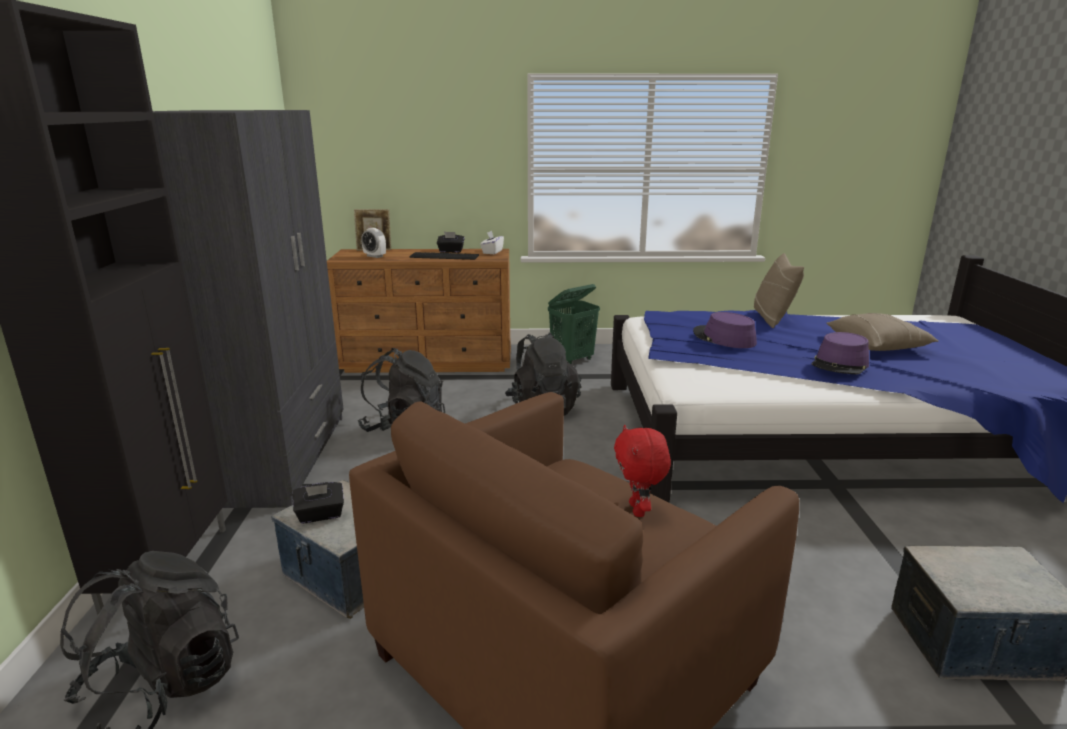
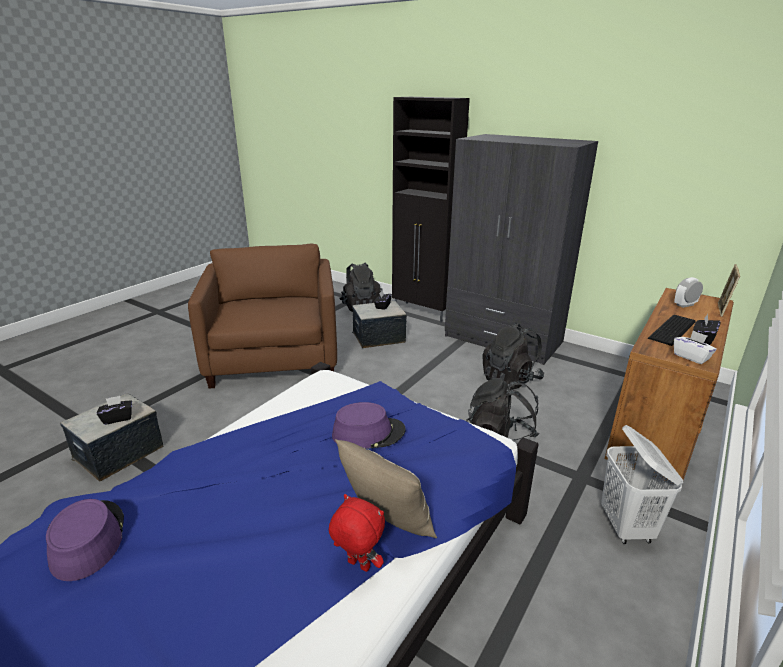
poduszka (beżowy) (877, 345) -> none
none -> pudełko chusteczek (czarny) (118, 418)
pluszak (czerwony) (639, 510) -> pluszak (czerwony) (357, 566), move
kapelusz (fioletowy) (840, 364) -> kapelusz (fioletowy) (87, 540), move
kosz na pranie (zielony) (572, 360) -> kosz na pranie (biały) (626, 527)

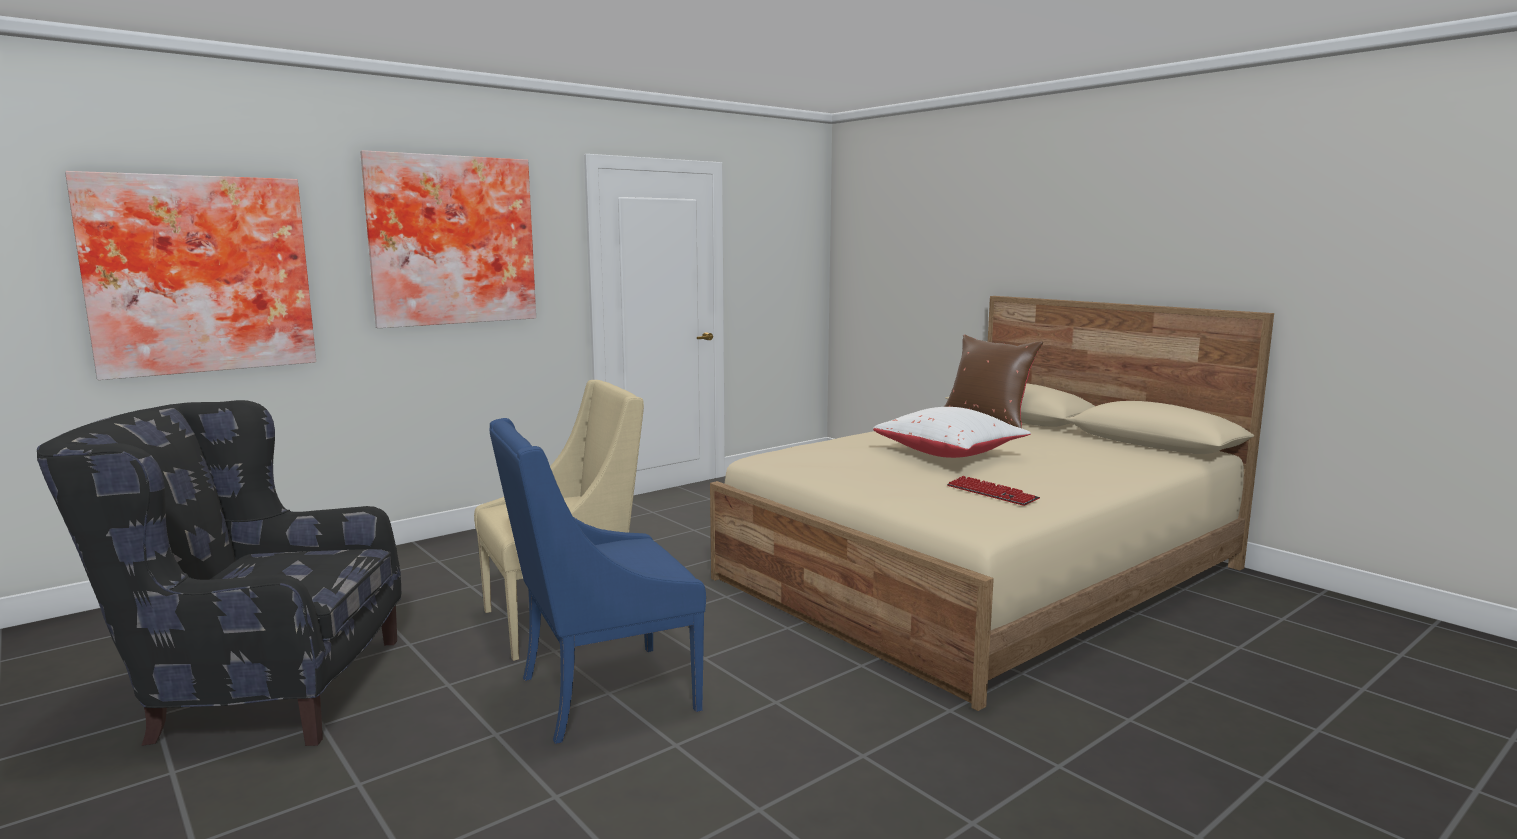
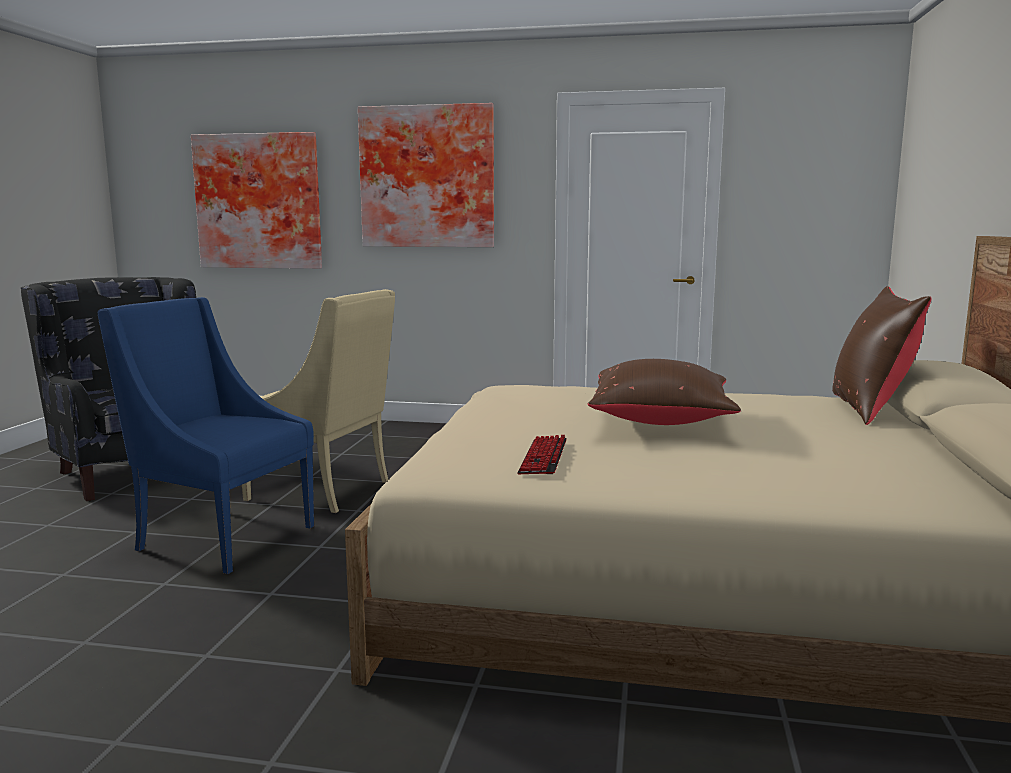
poduszka (biały) (950, 454) -> poduszka (brązowy) (661, 421)

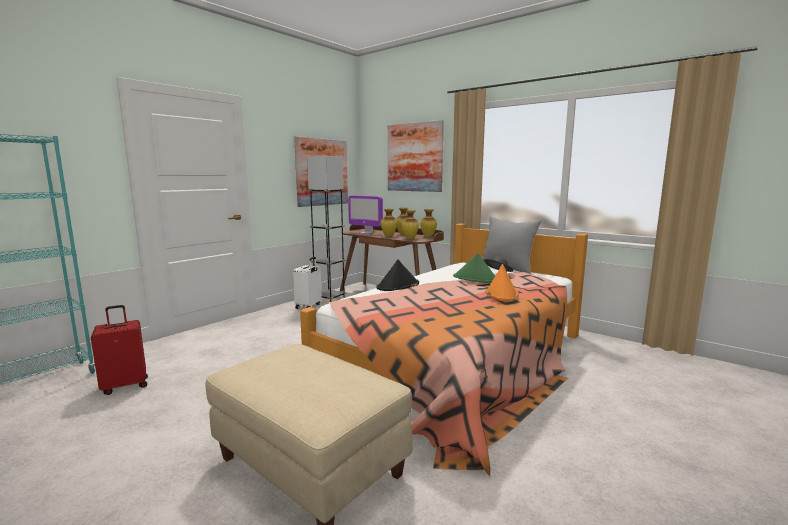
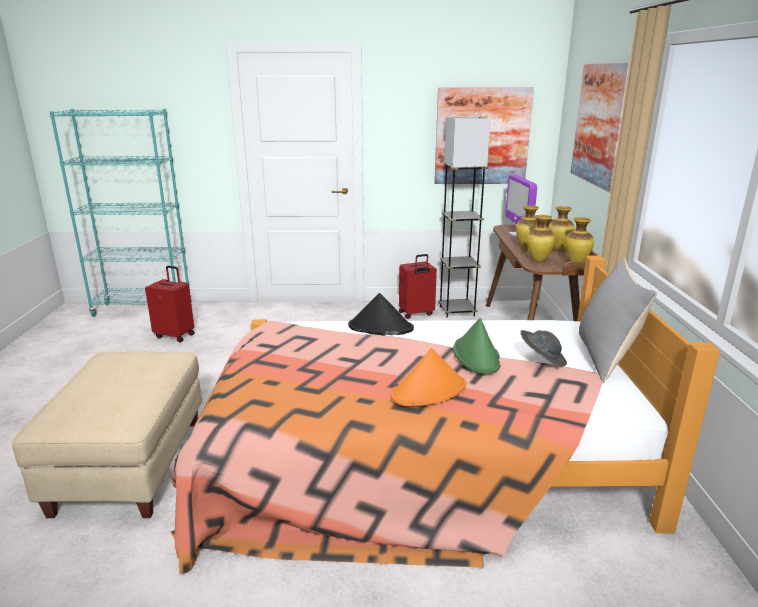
walizka (biały) (309, 306) -> walizka (czerwony) (416, 314)

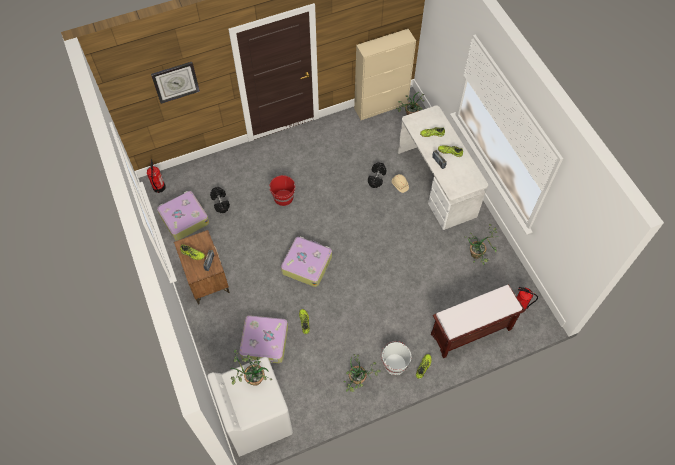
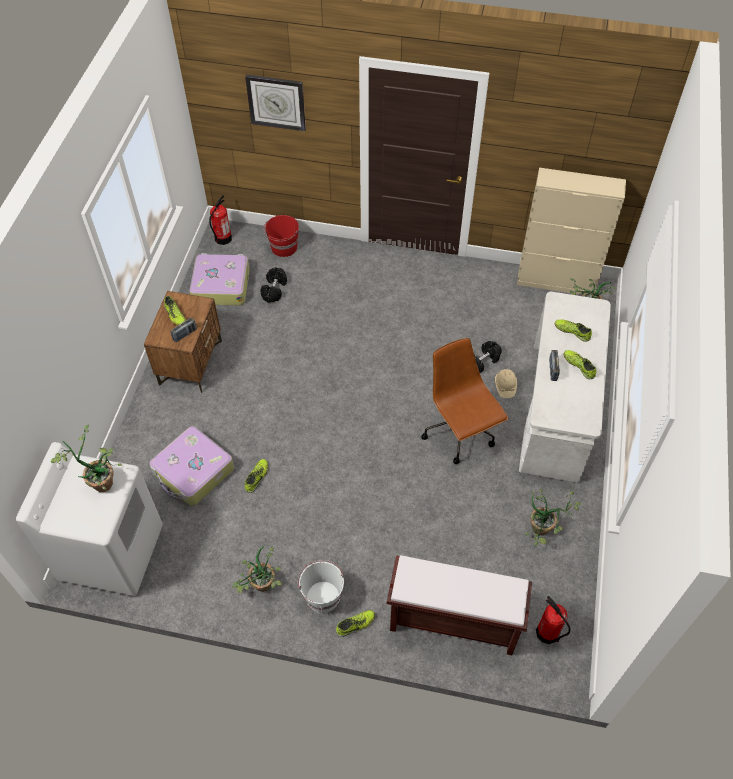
walizka (306, 264) -> none
none -> krzesło biurowe (brązowy) (460, 433)
wiadro (czerwony) (283, 198) -> wiadro (czerwony) (284, 247), move

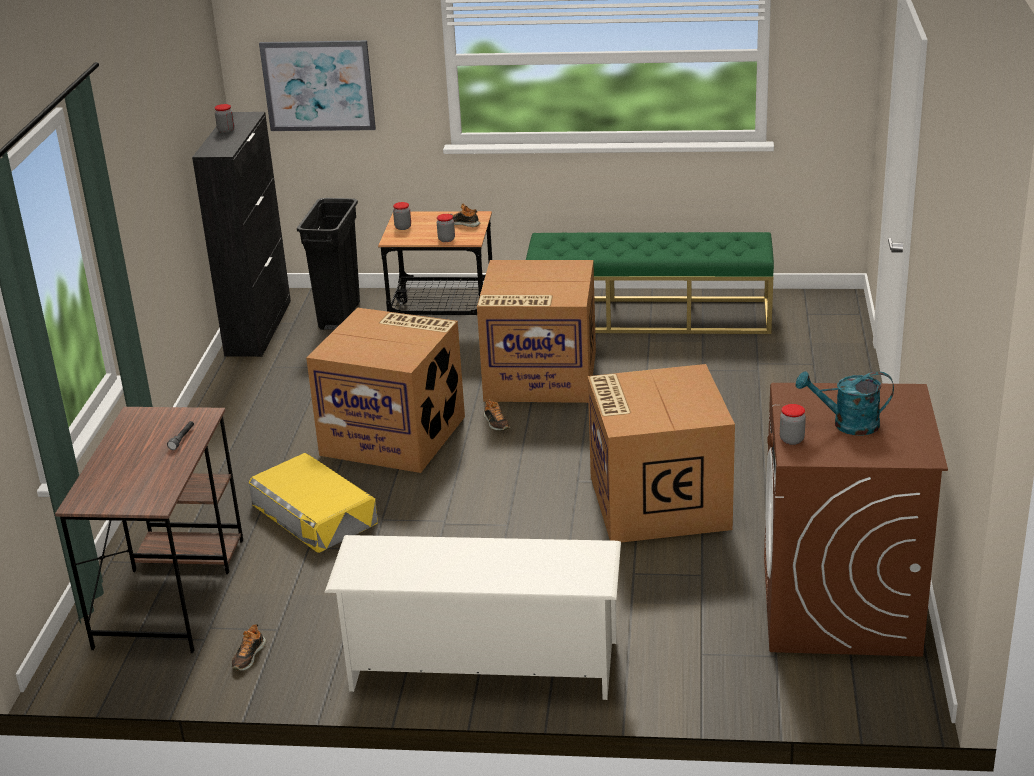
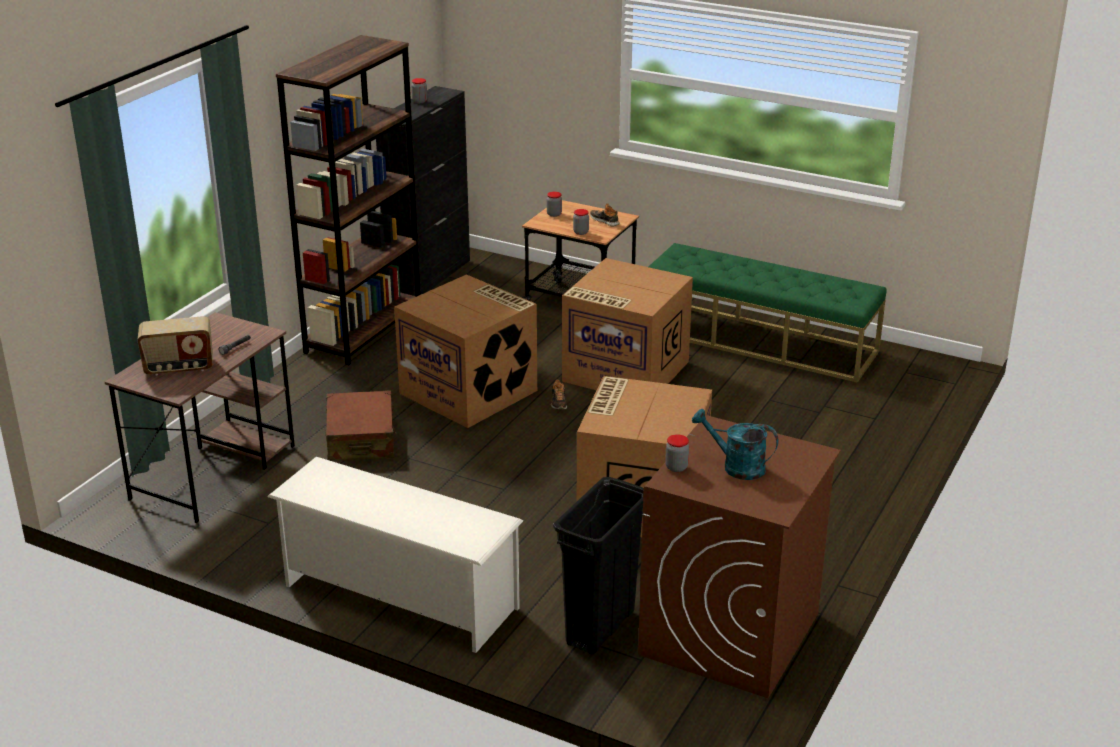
but (248, 656) -> none
obraz (318, 85) -> none
none -> radio (179, 367)
none -> regał (brązowy) (364, 331)
kosz na śmieci (czarny) (339, 316) -> kosz na śmieci (czarny) (600, 628), move
pojemnik do przechowywania (żółty) (313, 513) -> walizka (brązowy) (361, 439)

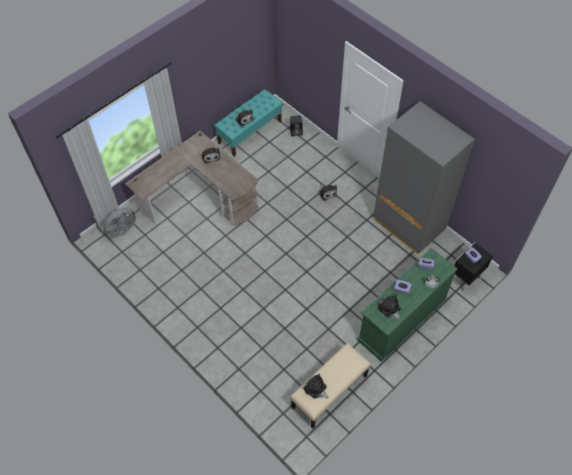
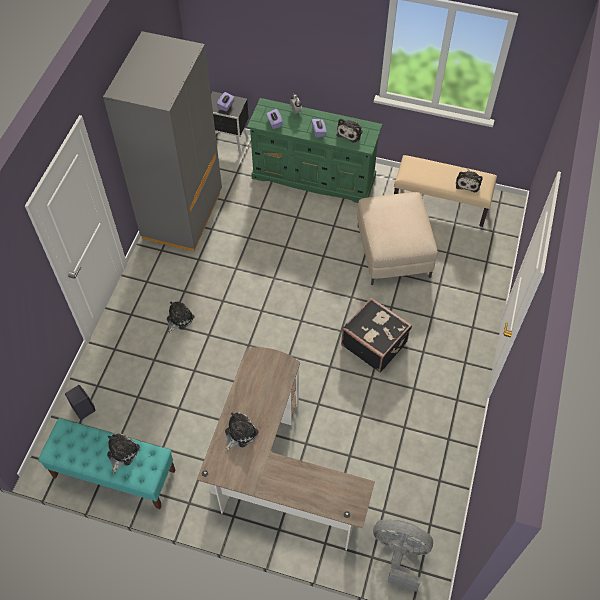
none -> walizka (czarny) (374, 343)
none -> pufa (beżowy) (393, 251)

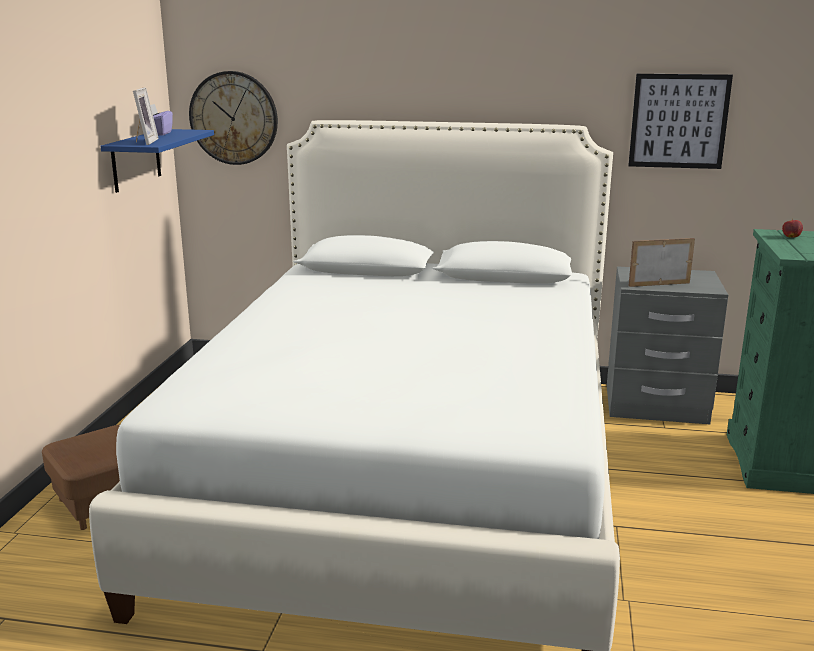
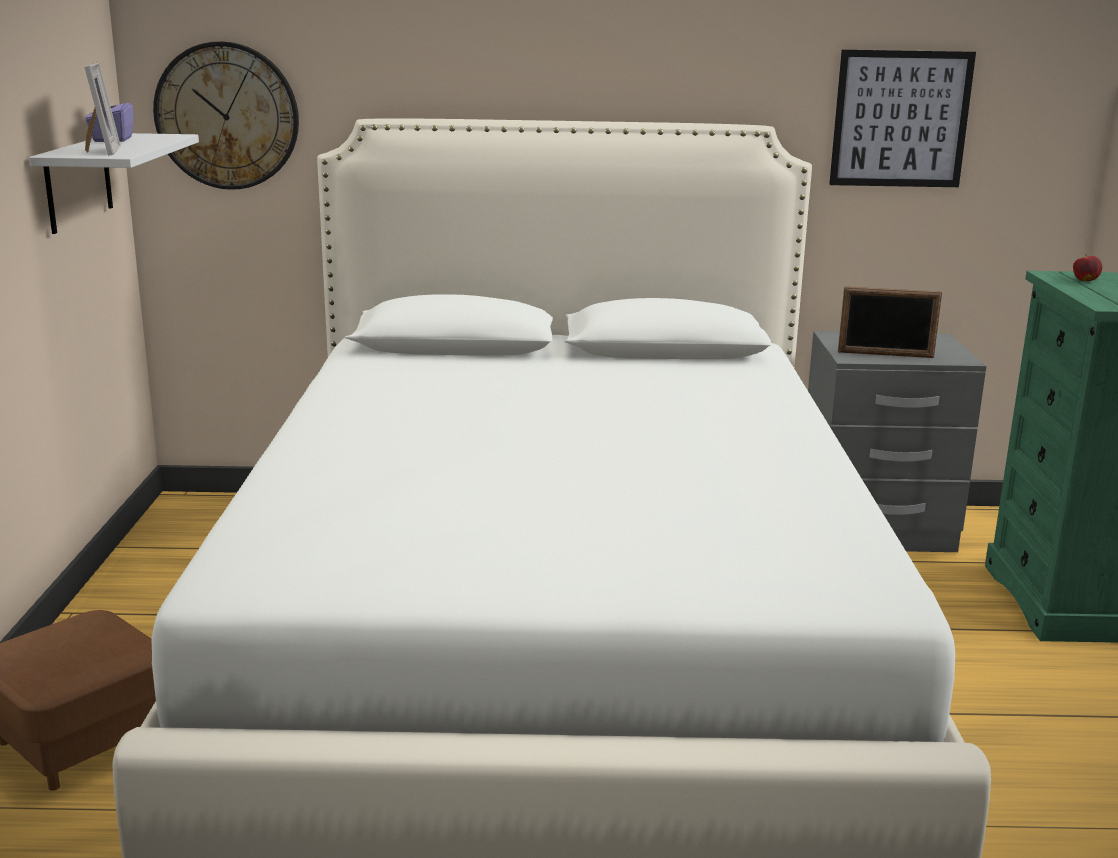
półka (niebieski) (136, 160) -> półka (biały) (78, 182)
ramka na zdjęcie (659, 284) -> ramka na zdjęcie (885, 354), 150 degrees counterclockwise

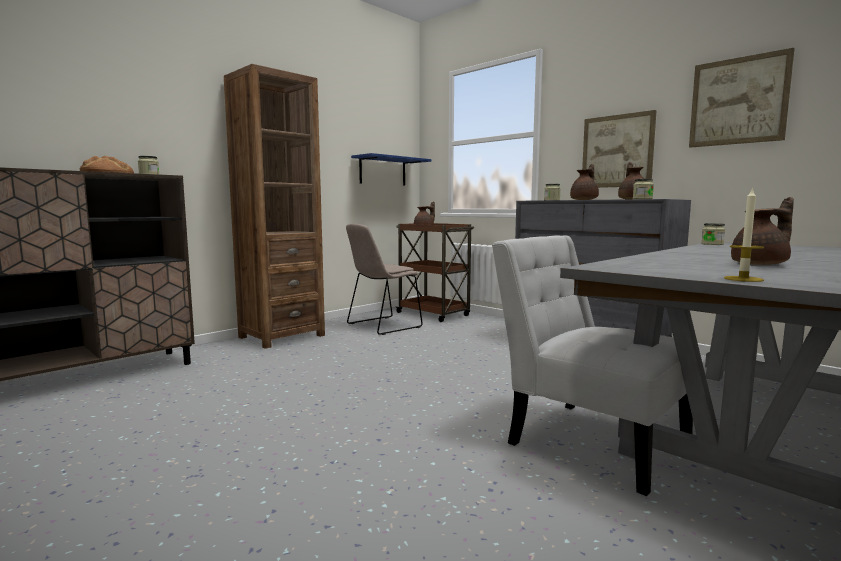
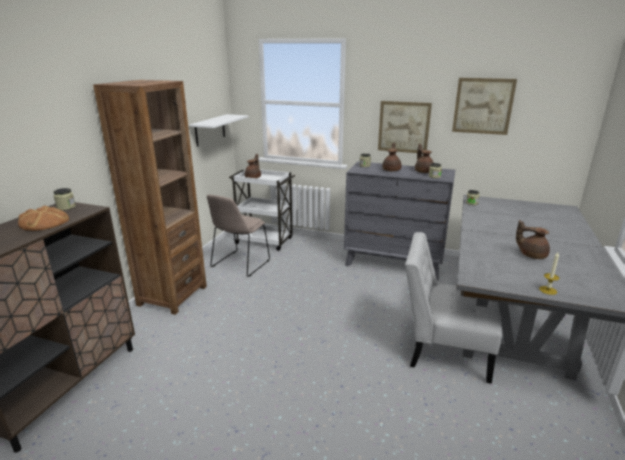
półka (niebieski) (382, 171) -> półka (biały) (210, 130)
wózek (brązowy) (434, 314) -> wózek (biały) (265, 241)
imbryk (brązowy) (761, 264) -> imbryk (brązowy) (531, 255), 105 degrees counterclockwise

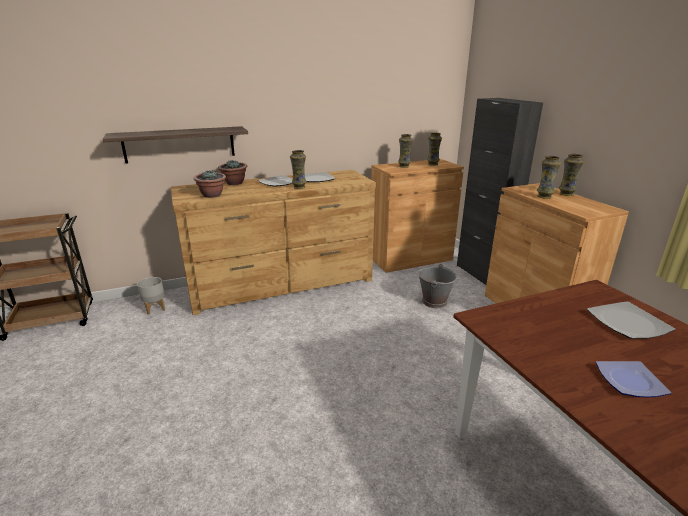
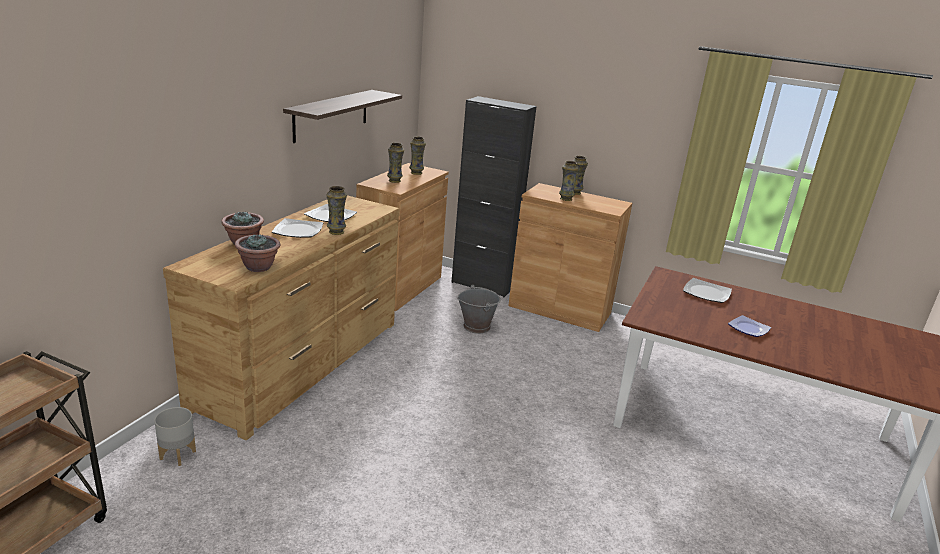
półka (179, 144) -> półka (331, 115), move

